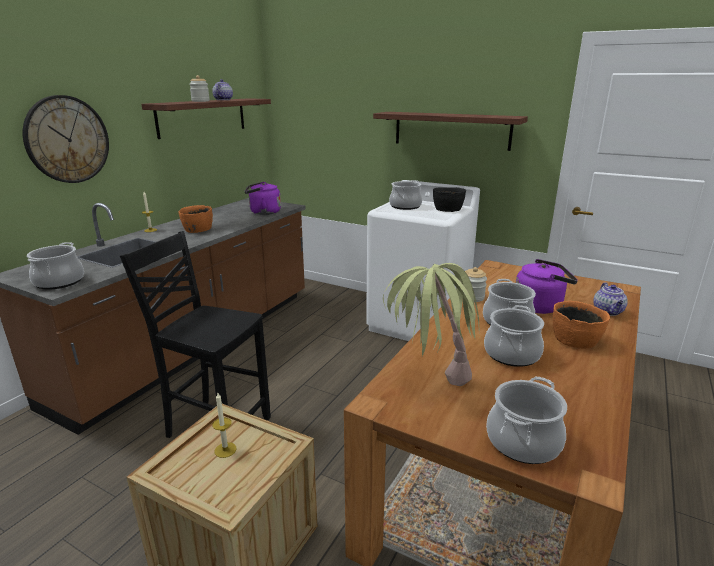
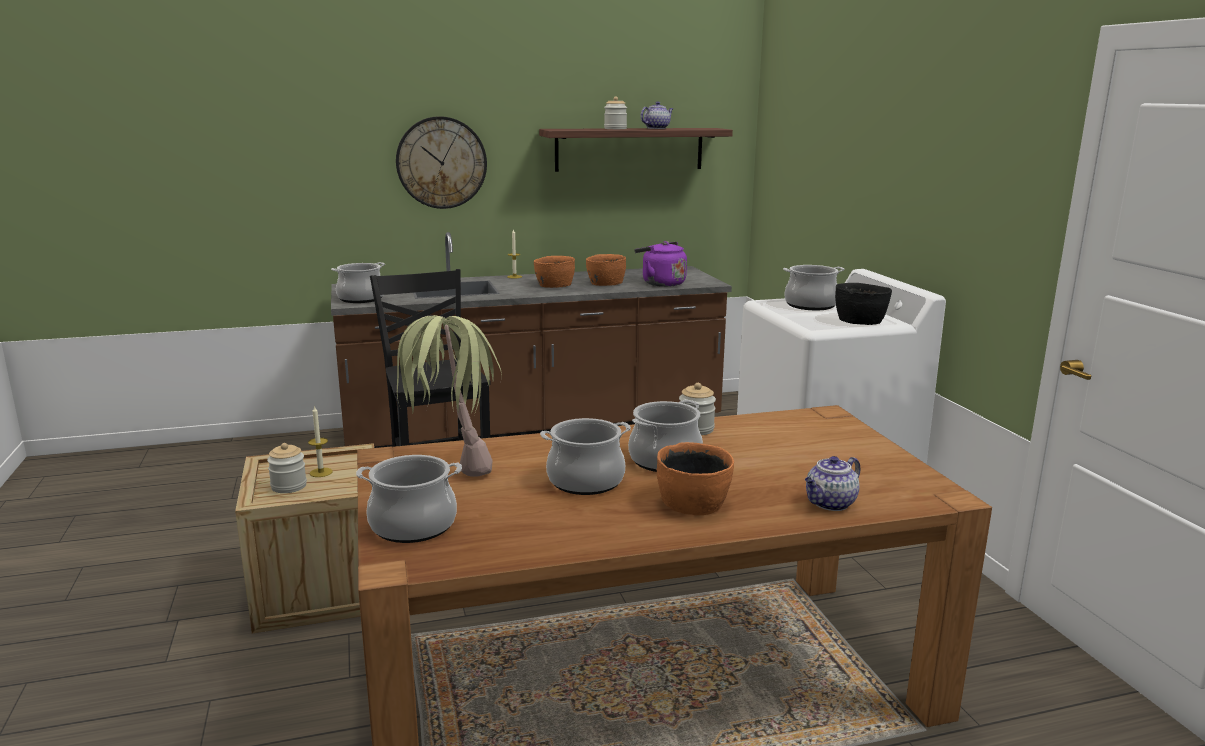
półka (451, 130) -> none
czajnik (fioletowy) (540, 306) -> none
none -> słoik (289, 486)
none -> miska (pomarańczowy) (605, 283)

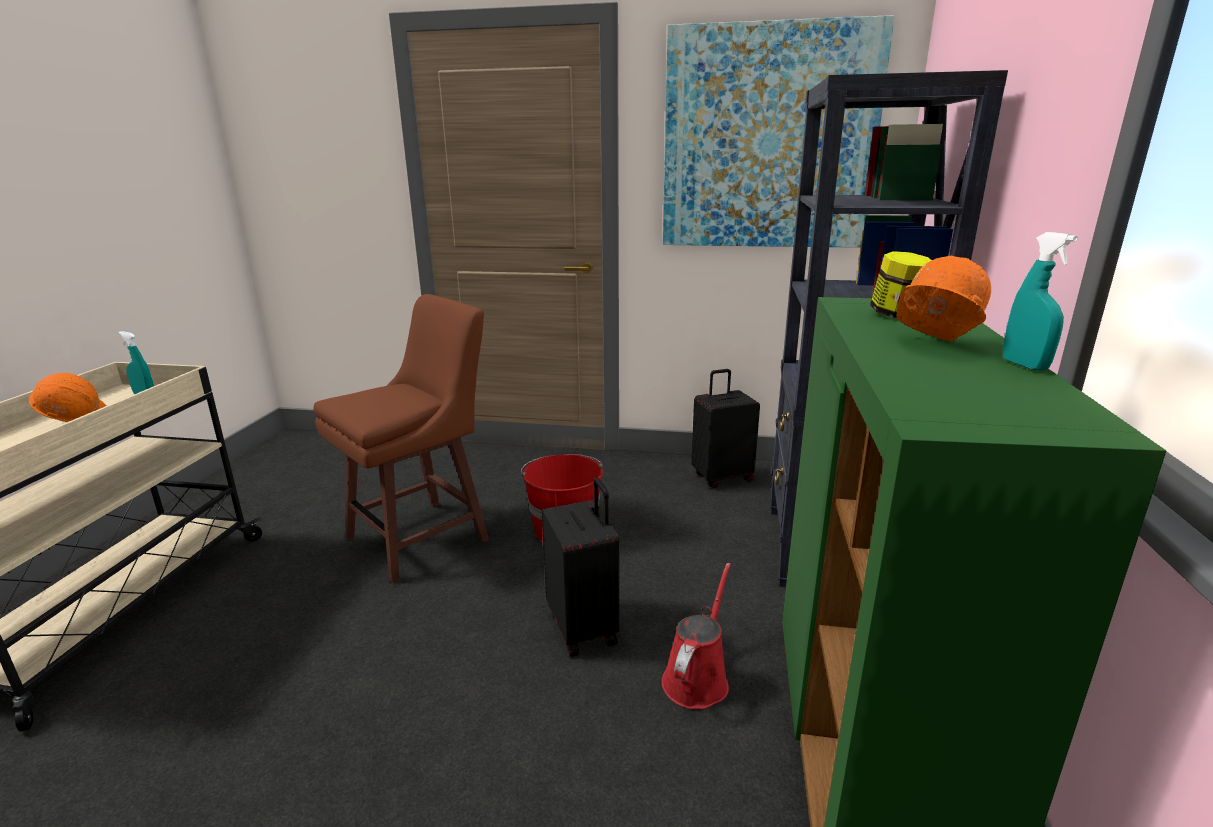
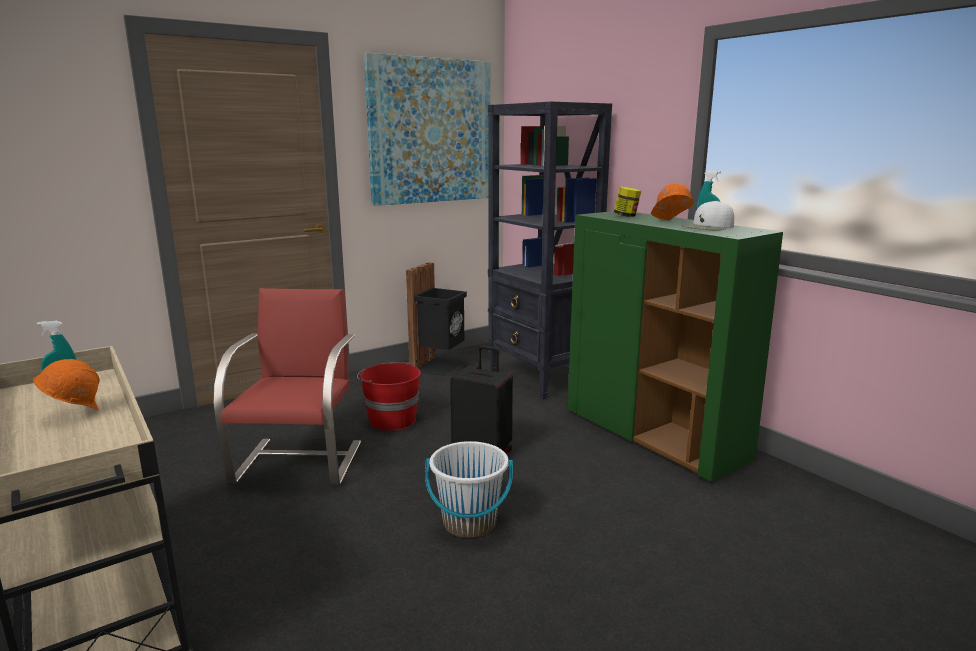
konewka (czerwony) (697, 678) -> none
none -> wiadro (biały) (469, 523)
none -> czapka z daszkiem (biały) (708, 227)
stołek (brązowy) (422, 538) -> krzesło (czerwony) (300, 461)
walizka (czarny) (721, 477) -> kosz na śmieci (czarny) (439, 366)

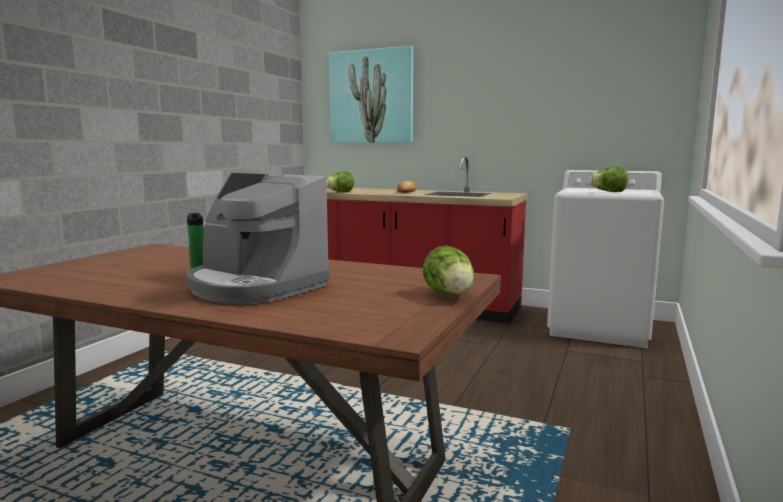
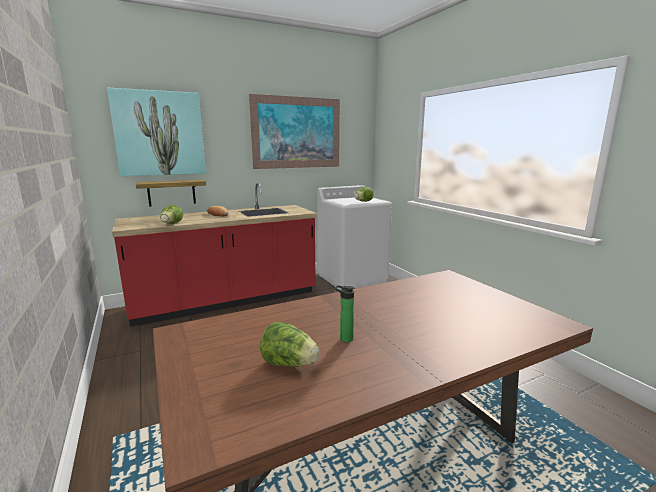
ekspres do kawy (255, 287) -> none
none -> półka (171, 192)
none -> obraz (297, 133)
sałata (450, 295) -> sałata (289, 364), move

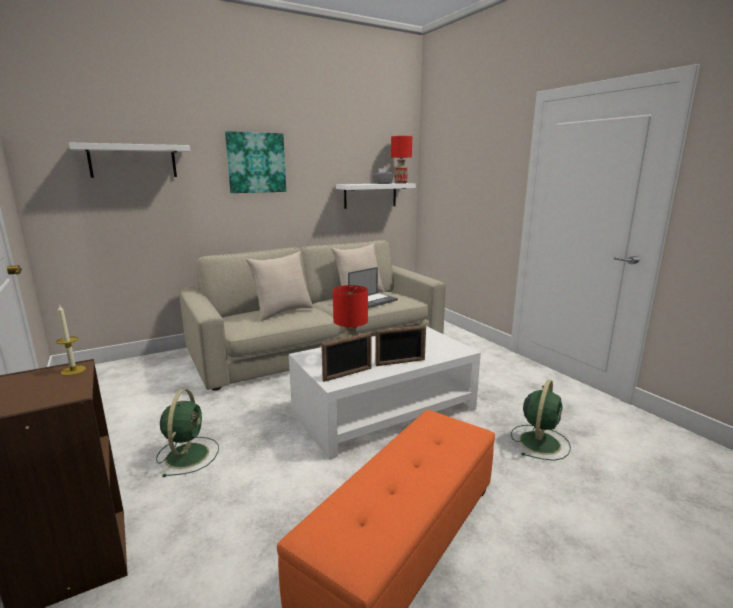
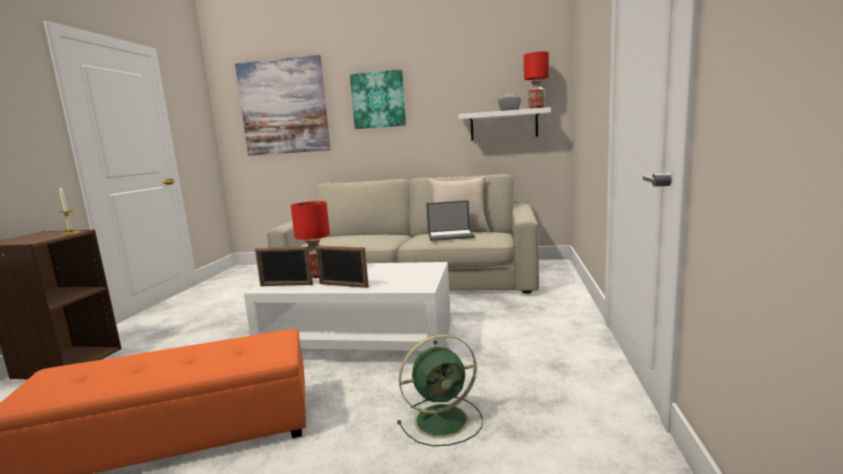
wentylator (zielony) (188, 454) -> none
poduszka (beżowy) (282, 312) -> none
półka (biały) (133, 161) -> obraz (283, 107)

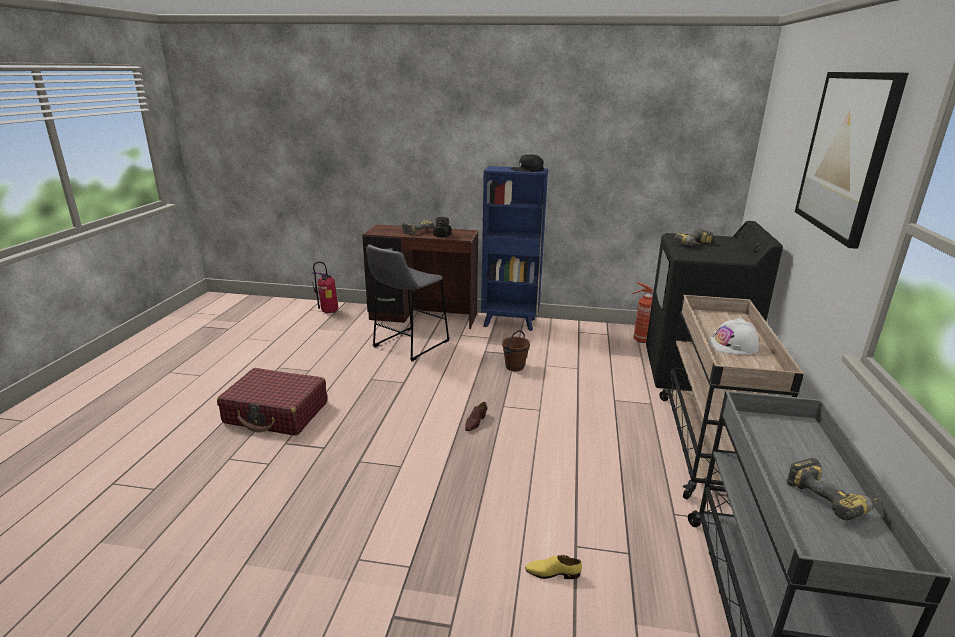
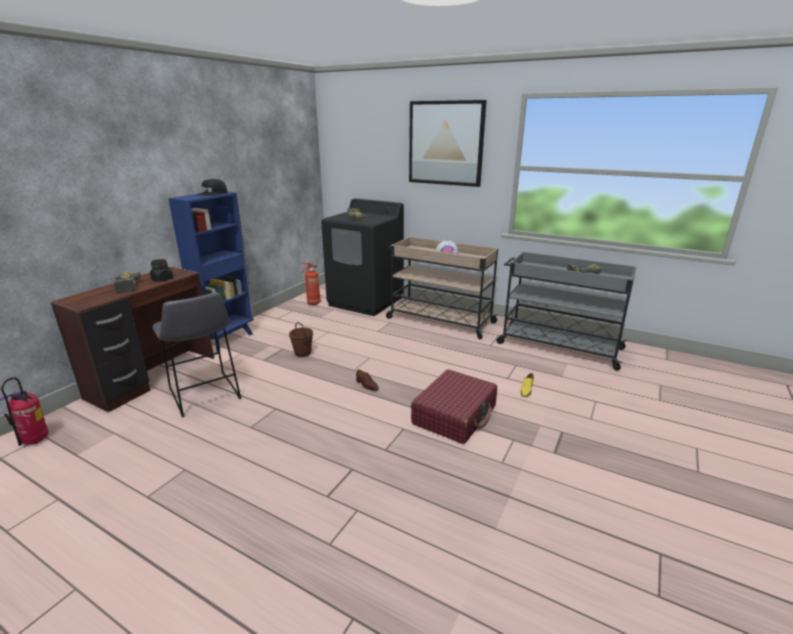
walizka (czerwony) (276, 413) -> walizka (czerwony) (454, 415), move

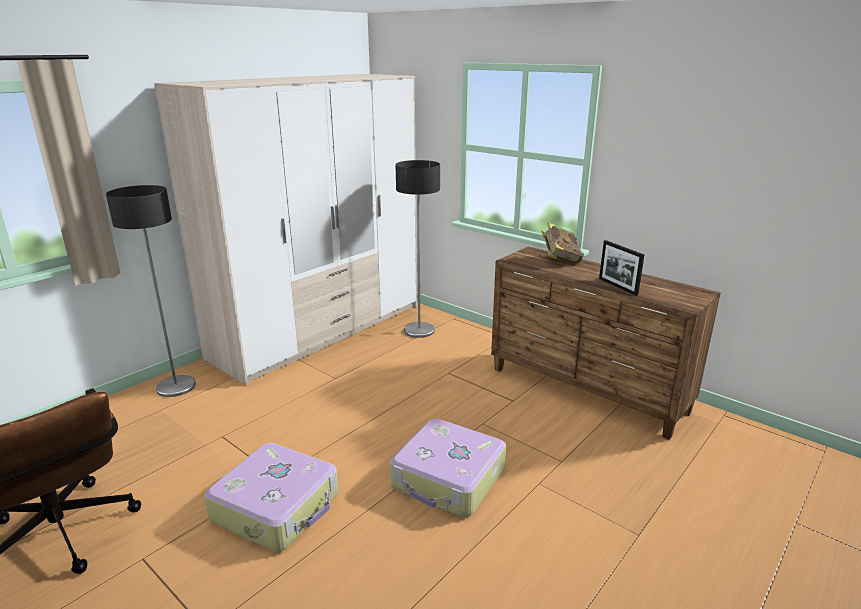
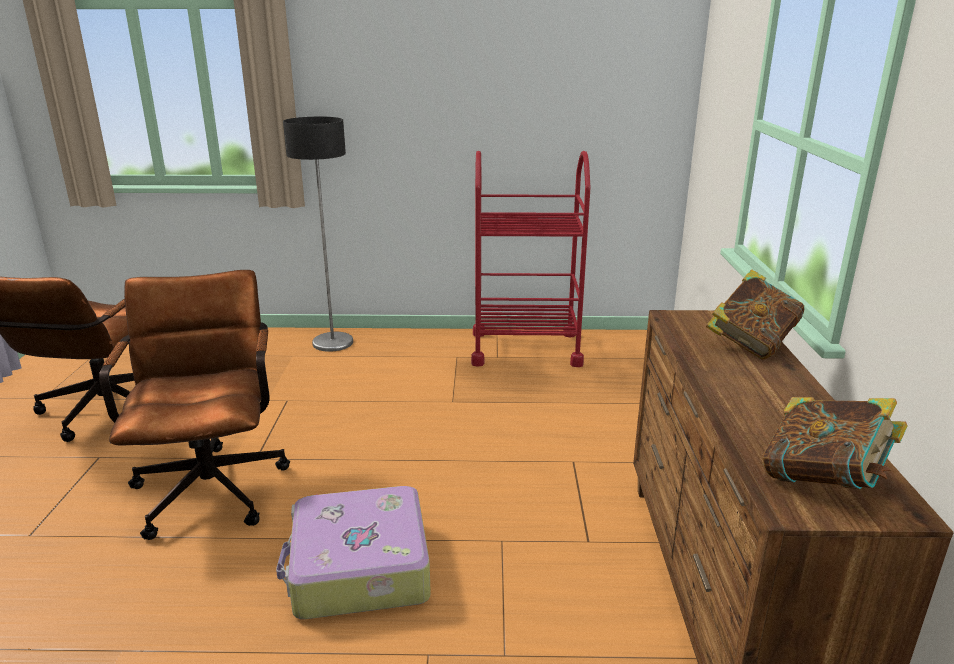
lampa stojąca (419, 330) -> none
ramka na zdjęcie (618, 286) -> none
none -> książka (823, 481)
szafa (320, 331) -> wózek (czerwony) (525, 349)
walizka (277, 507) -> krzesło biurowe (brązowy) (212, 483)

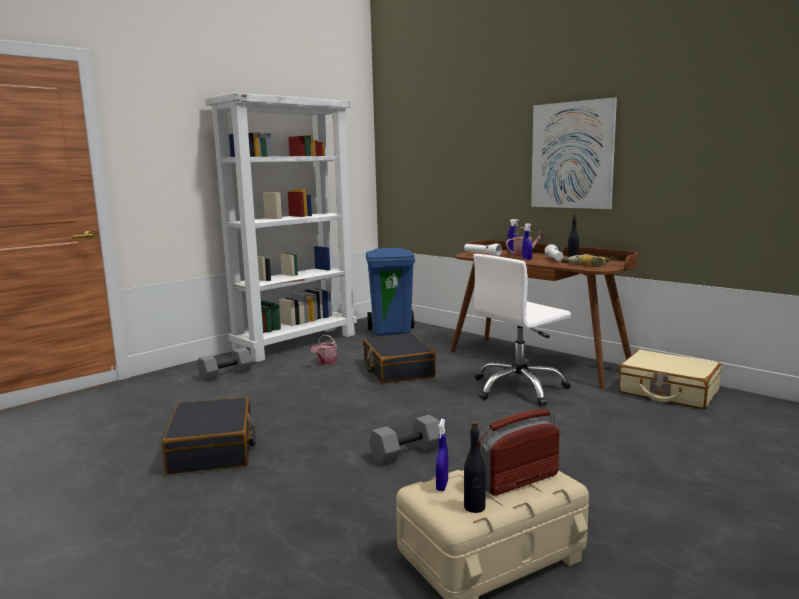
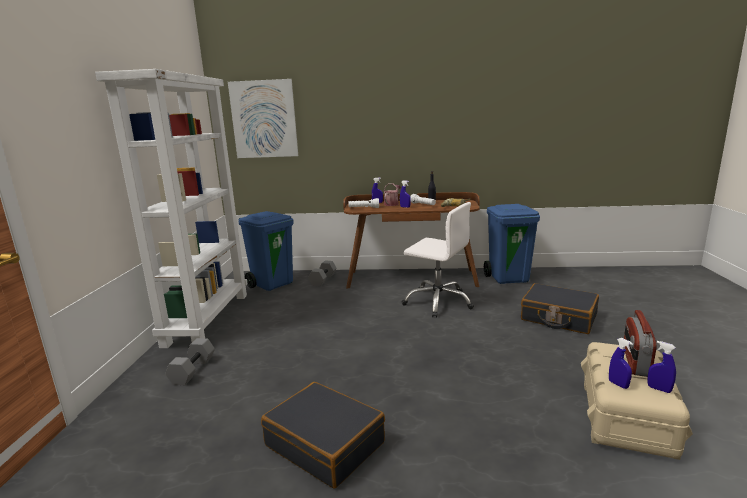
konewka (326, 362) -> none
walizka (czarny) (397, 369) -> walizka (czarny) (558, 318), move
hantel (szary) (406, 452) -> hantel (szary) (322, 280), move
obraz (572, 155) -> obraz (264, 119), move
butelka (czarny) (474, 507) -> spryskiwacz (niebieski) (659, 389)
walizka (beżowy) (668, 392) -> kosz na śmieci (niebieski) (509, 278)
krzesło biurowe (biały) (519, 388) -> krzesło biurowe (biały) (438, 302), 75 degrees counterclockwise

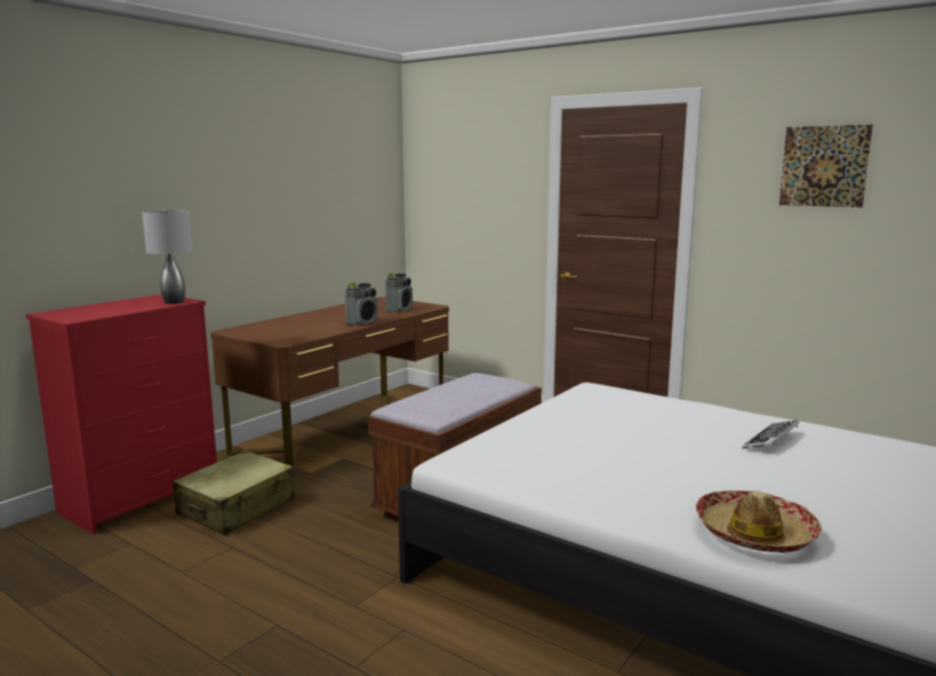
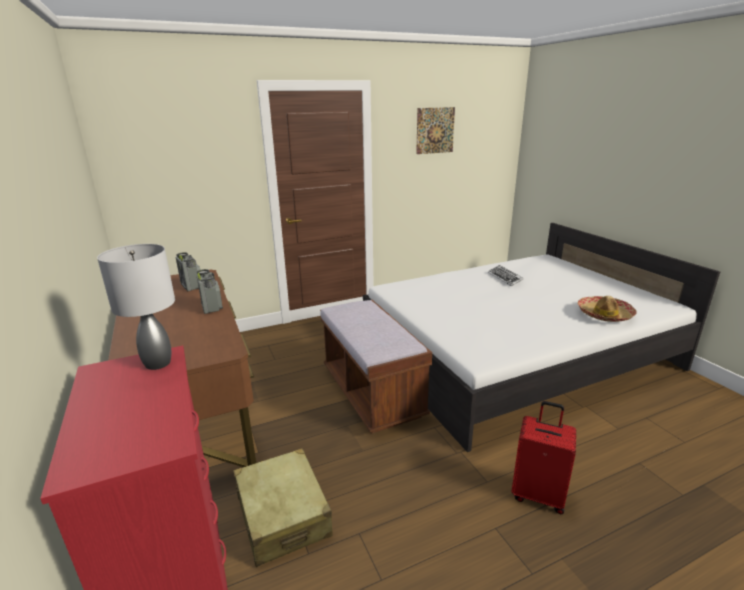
none -> walizka (czerwony) (538, 494)

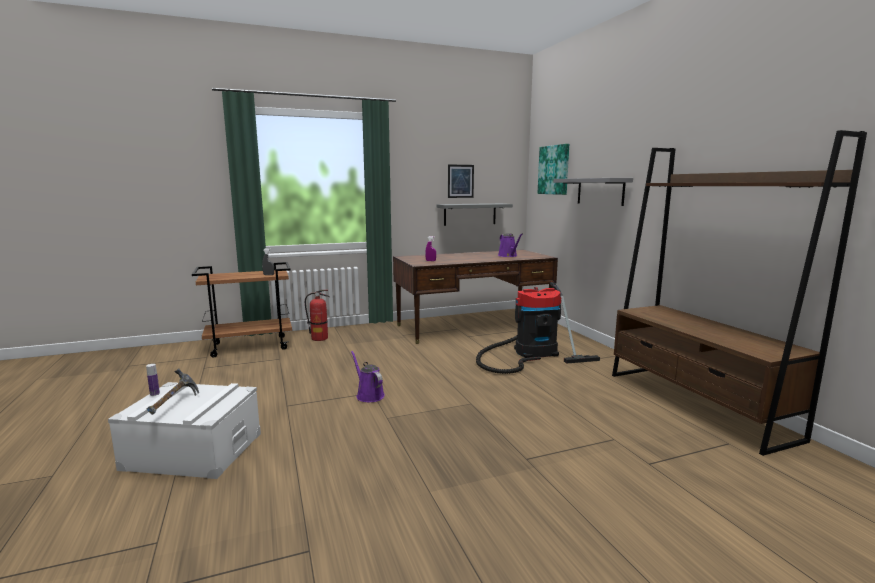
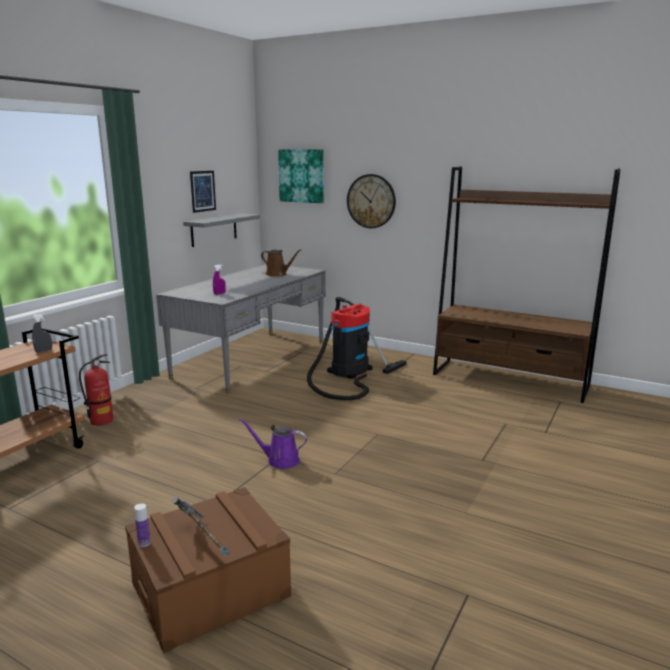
półka (szary) (600, 191) -> zegar ścienny (371, 201)
pojemnik do przechowywania (biały) (193, 451) -> pojemnik do przechowywania (brązowy) (210, 589)
biurko (brązowy) (473, 326) -> biurko (szary) (252, 359)
konewka (fioletowy) (508, 256) -> konewka (brązowy) (278, 274)

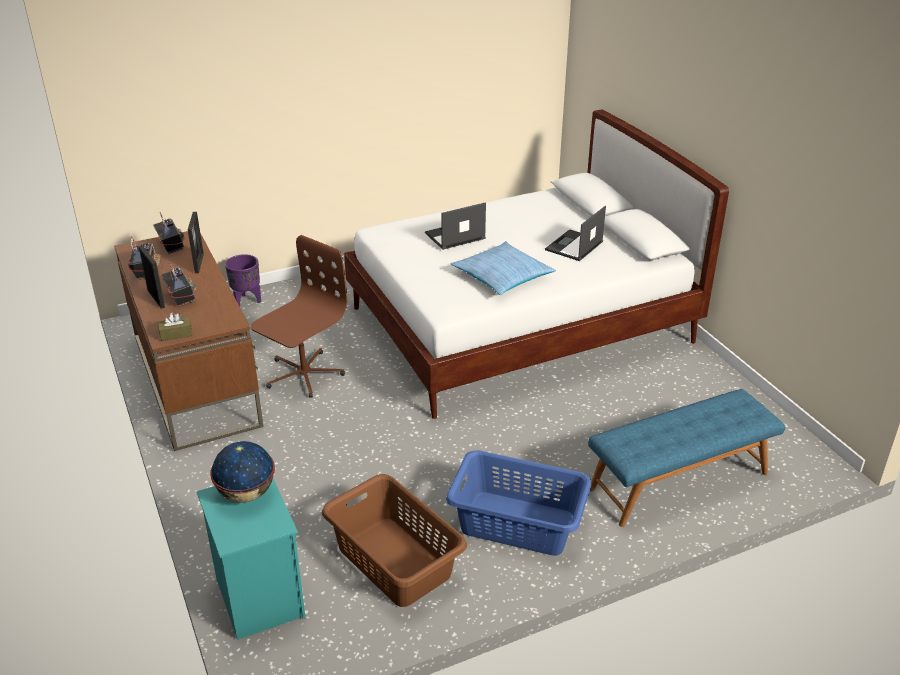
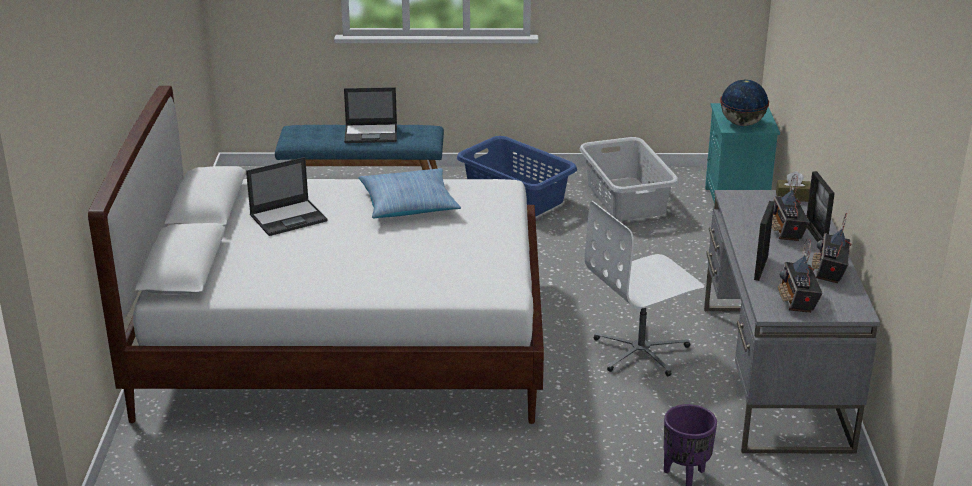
laptop (454, 236) -> laptop (371, 134), move
biurko (brązowy) (195, 380) -> biurko (szary) (774, 377)
krzesło biurowe (brązowy) (303, 374) -> krzesło biurowe (biały) (641, 351)
kosz na pranie (brązowy) (394, 560) -> kosz na pranie (szary) (625, 199)

